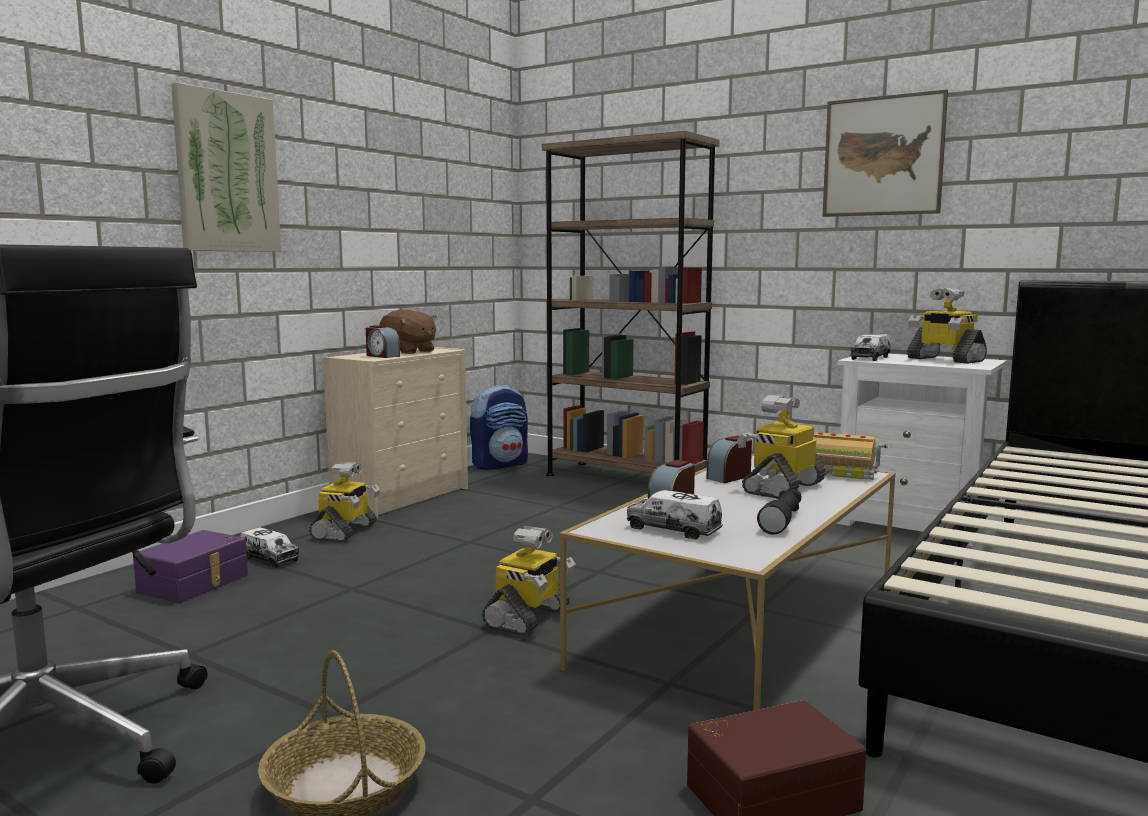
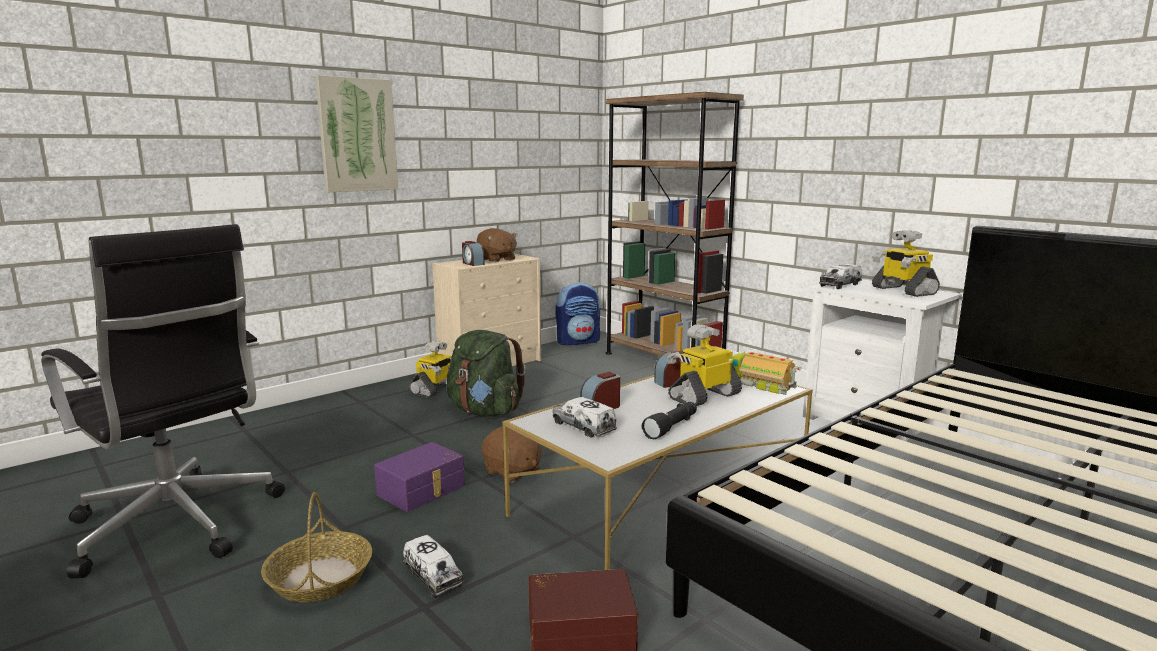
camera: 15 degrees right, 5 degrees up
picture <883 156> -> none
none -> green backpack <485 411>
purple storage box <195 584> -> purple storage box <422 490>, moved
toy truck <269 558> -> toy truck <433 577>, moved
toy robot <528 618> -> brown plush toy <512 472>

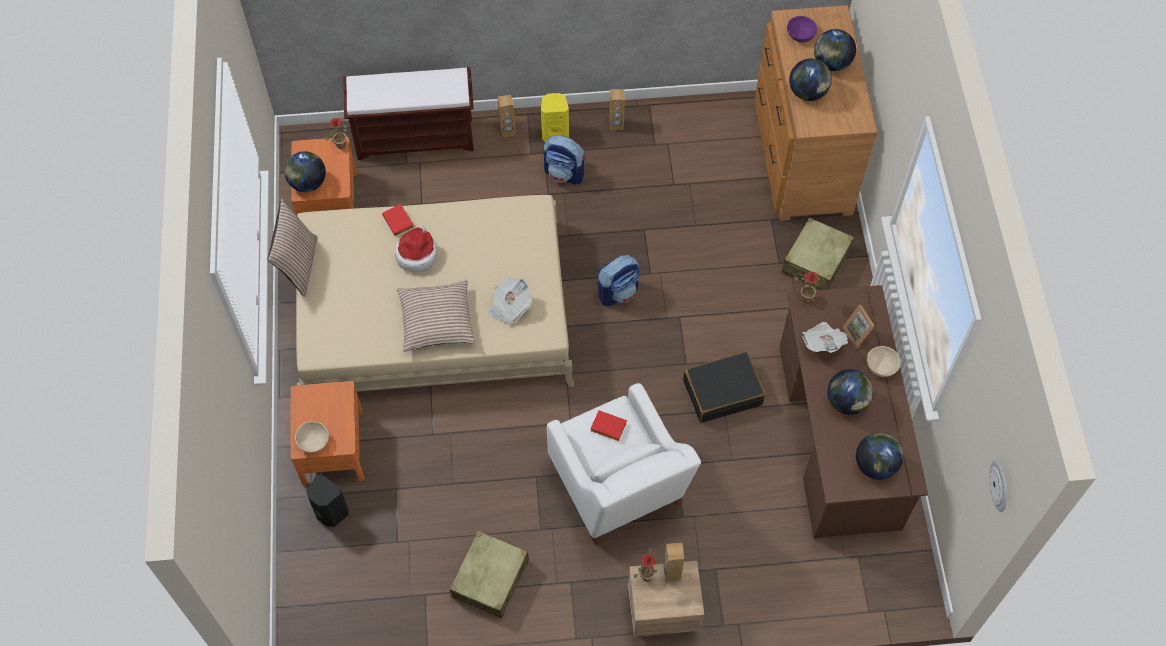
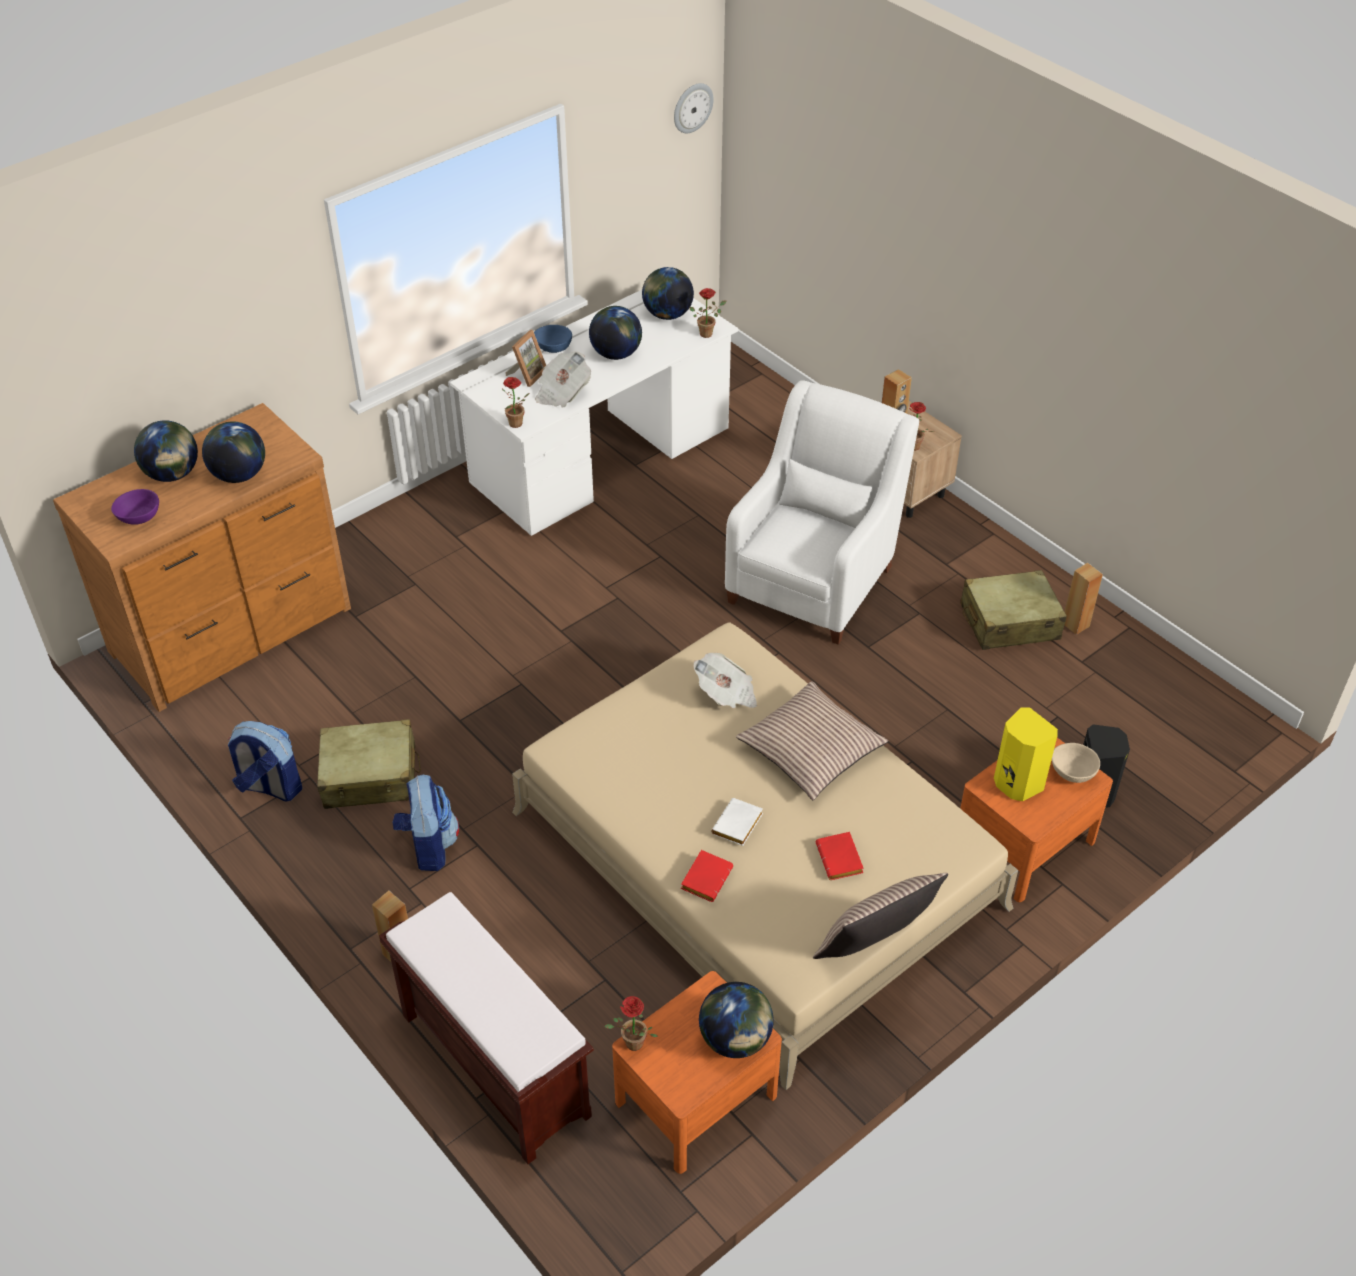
camera: 125 degrees left, 15 degrees down
black suitcase <722 392> -> none
none -> potted plant <708 333>
yellow speaker <555 133> -> yellow speaker <1016 784>, moved
red book <607 427> -> red book <841 860>, moved
backpack <618 292> -> backpack <269 787>, moved
brown speaker <616 125> -> brown speaker <1075 624>, moved
beige suitcase <815 262> -> beige suitcase <370 776>, moved
hat <417 254> -> white book <738 826>
brown desk <838 436> -> white desk <600 456>
beige bowl <880 367> -> blue bowl <554 348>

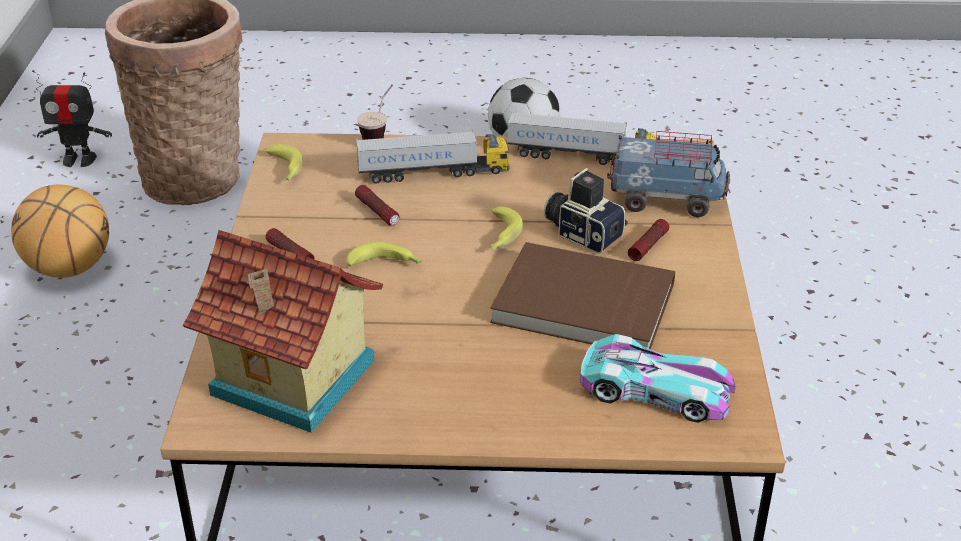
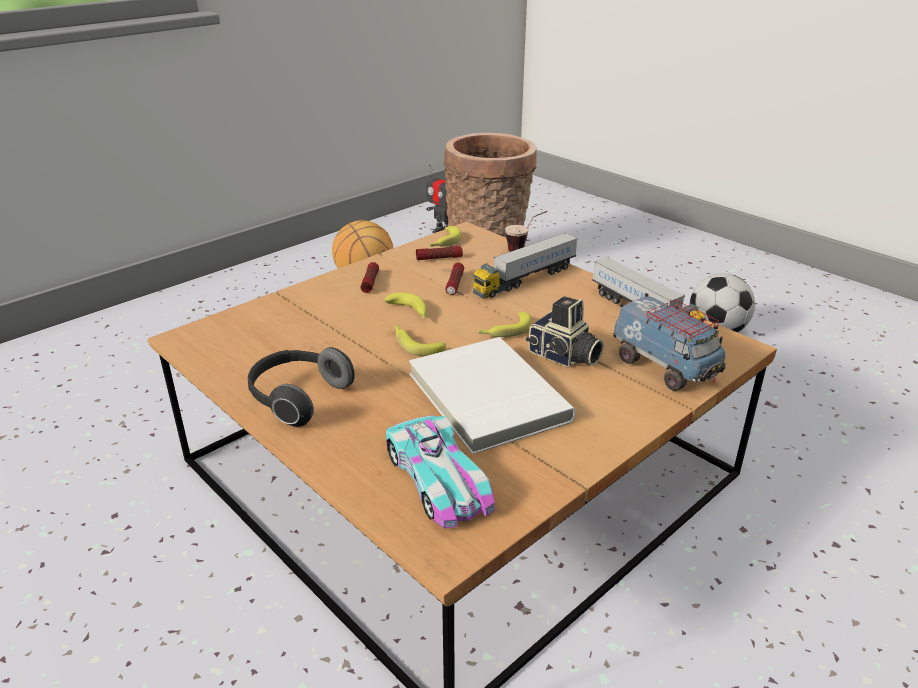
camera: 45 degrees right, 5 degrees down
toy house <291 380> -> none
none -> headphones <297 398>
none -> banana <415 344>
flashlight <648 246> -> flashlight <439 258>, moved
brown book <582 305> -> white book <485 398>
toy truck <433 173> -> toy truck <525 279>, 105 degrees clockwise
photo camera <583 233> -> photo camera <564 357>, 135 degrees clockwise

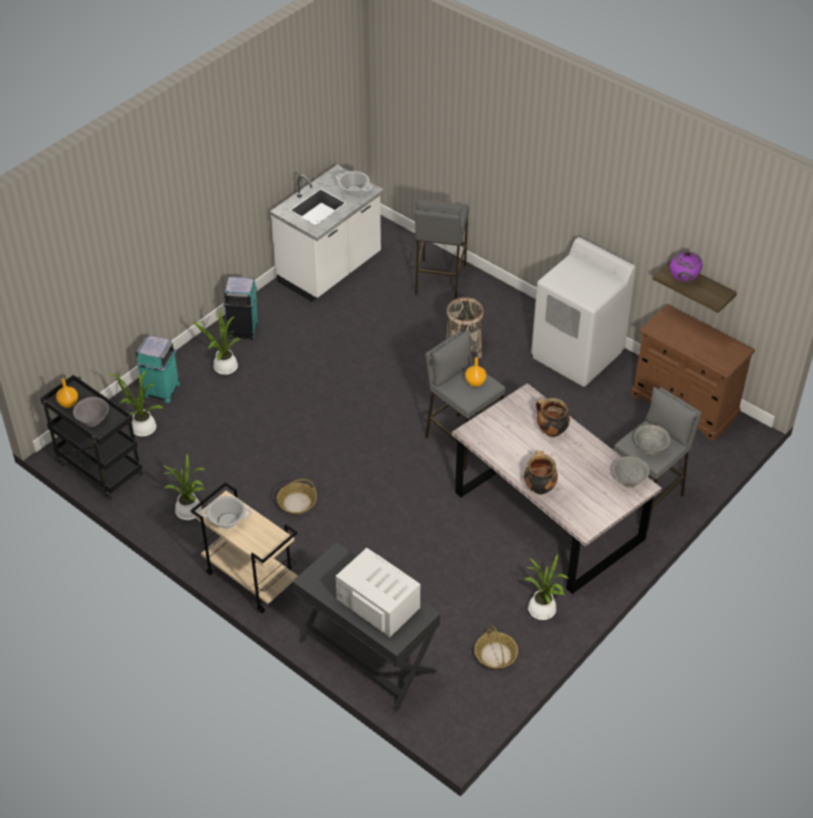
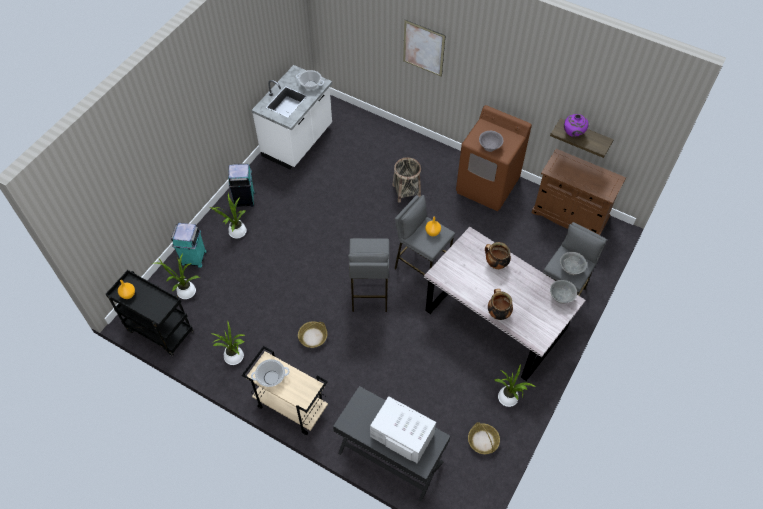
camera: 10 degrees left, 10 degrees up
none -> picture <423 48>
grey bowl <93 420> -> grey bowl <489 147>, moved
grey stool <439 280> -> grey stool <369 292>, moved
white washing machine <577 355> -> brown washing machine <487 186>

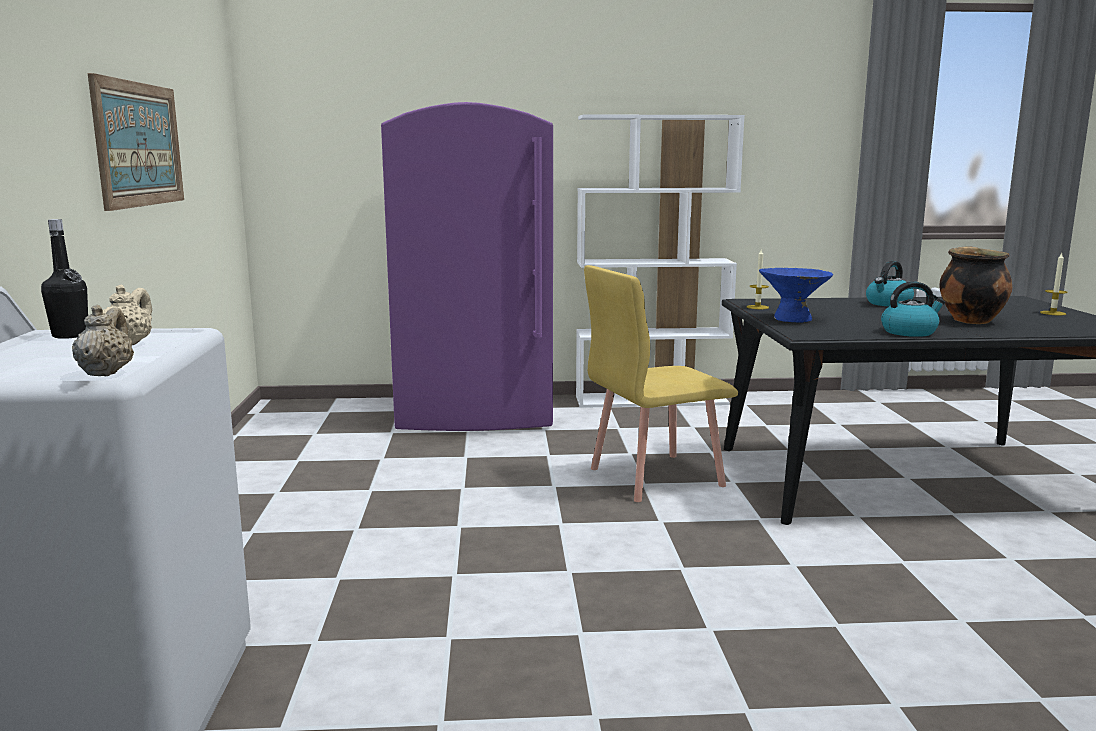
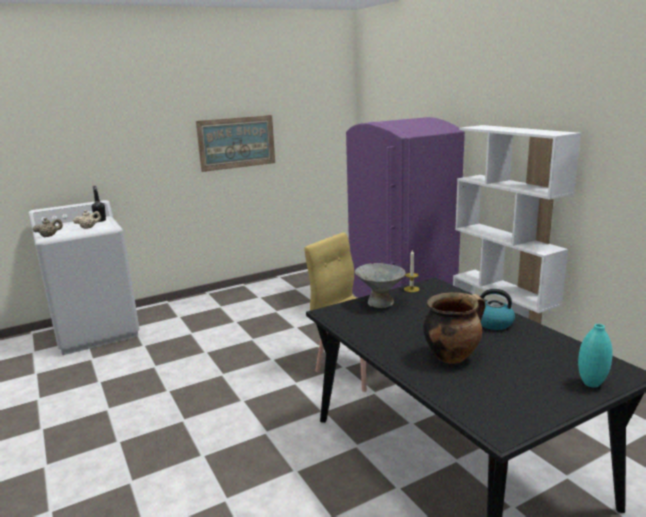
camera: 65 degrees right, 5 degrees up
kettle <909 332> -> none
candle <1053 313> -> none
none -> turquoise vase <591 383>
blue bowl <792 319> -> grey bowl <380 302>

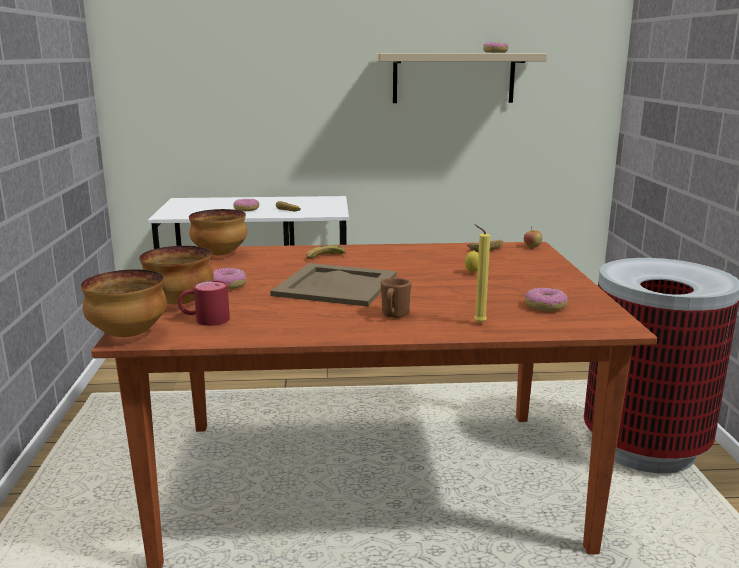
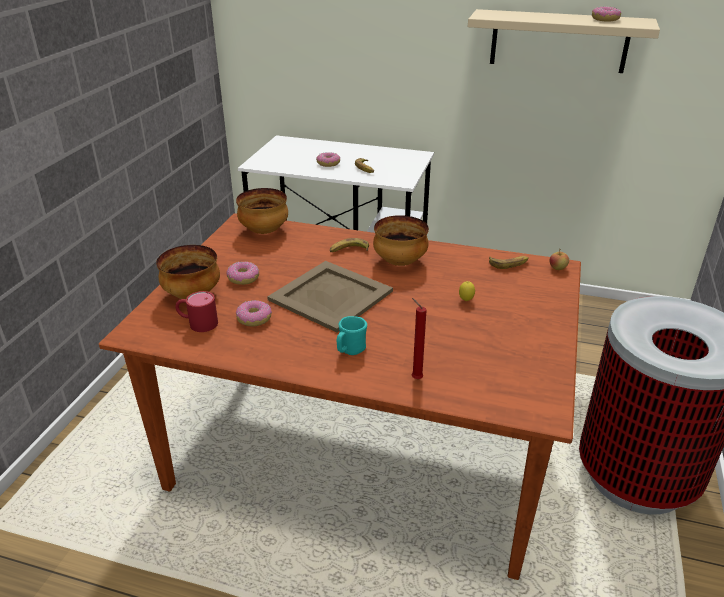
camera: 20 degrees right, 15 degrees up
bowl <128 335> -> bowl <399 262>, moved
donut <545 306> -> donut <254 318>, moved
brown mug <394 315> -> turquoise mug <350 350>
yellow candle <478 323> -> red candle <415 378>

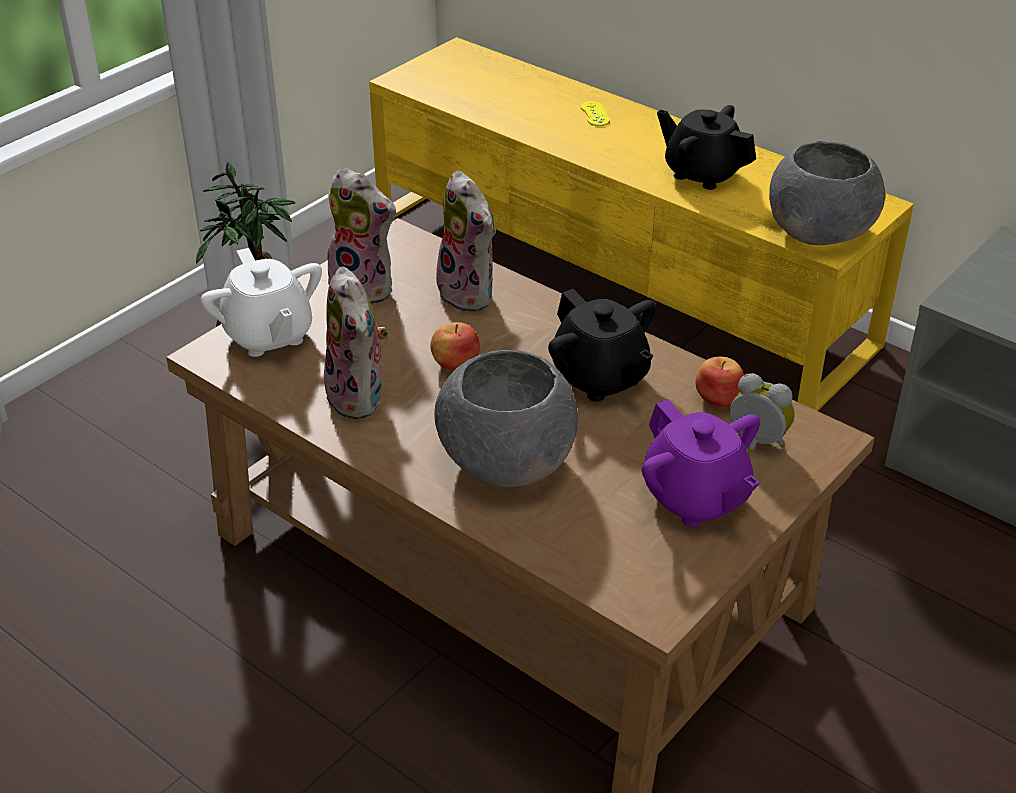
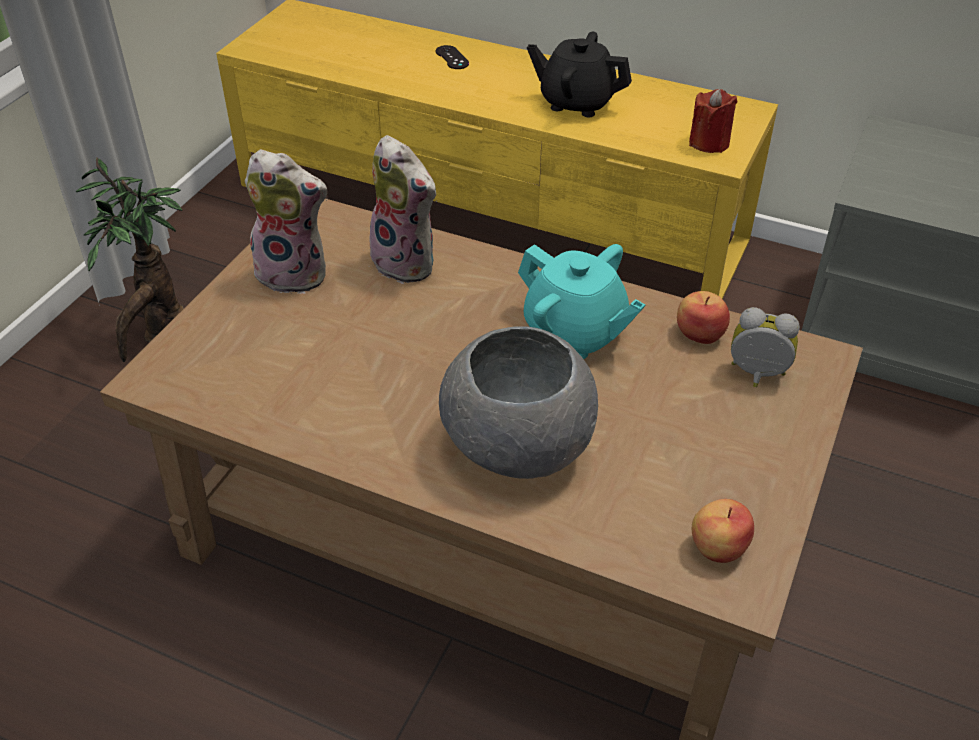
camera: 15 degrees left, 5 degrees up
white teapot <268 335> -> none
plush toy <360 398> -> none
purple teapot <695 498> -> none
apple <455 363> -> apple <718 547>, moved
grey bowl <821 230> -> red candle <709 143>
black teapot <600 378> -> turquoise teapot <575 332>
yellow game controller <595 114> -> black game controller <452 57>

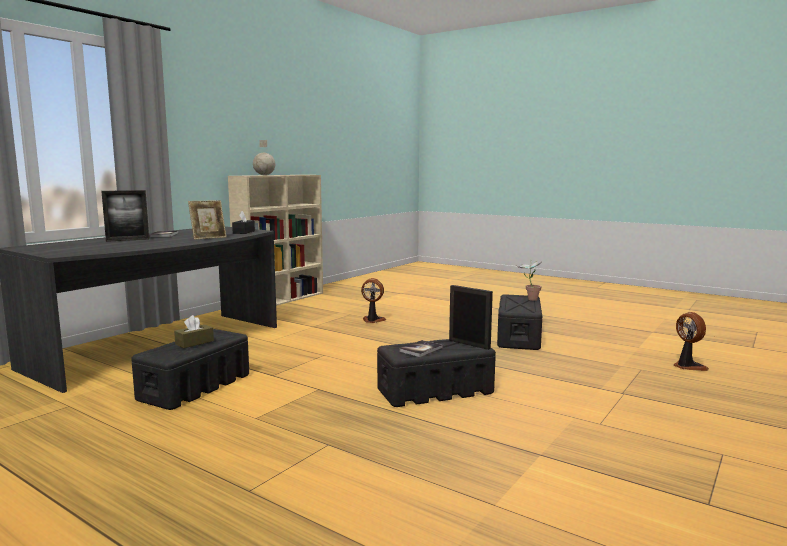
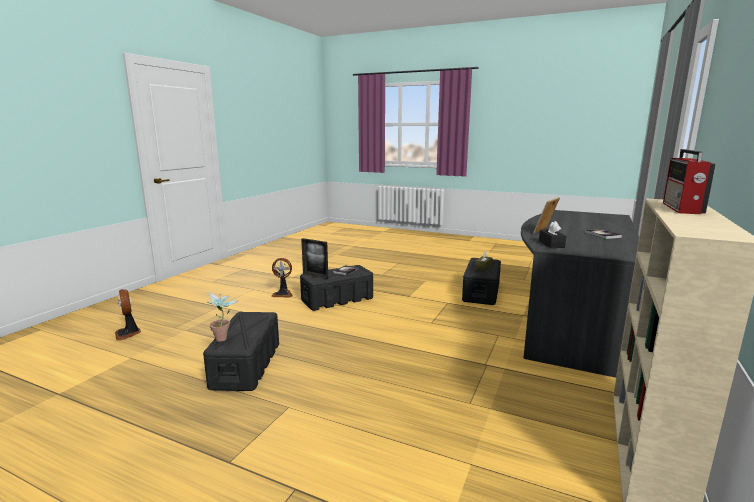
camera: 170 degrees right, 5 degrees up
picture frame <127 240> -> none
fan <372 320> -> fan <283 294>, moved
globe <264 175> -> radio <682 208>

